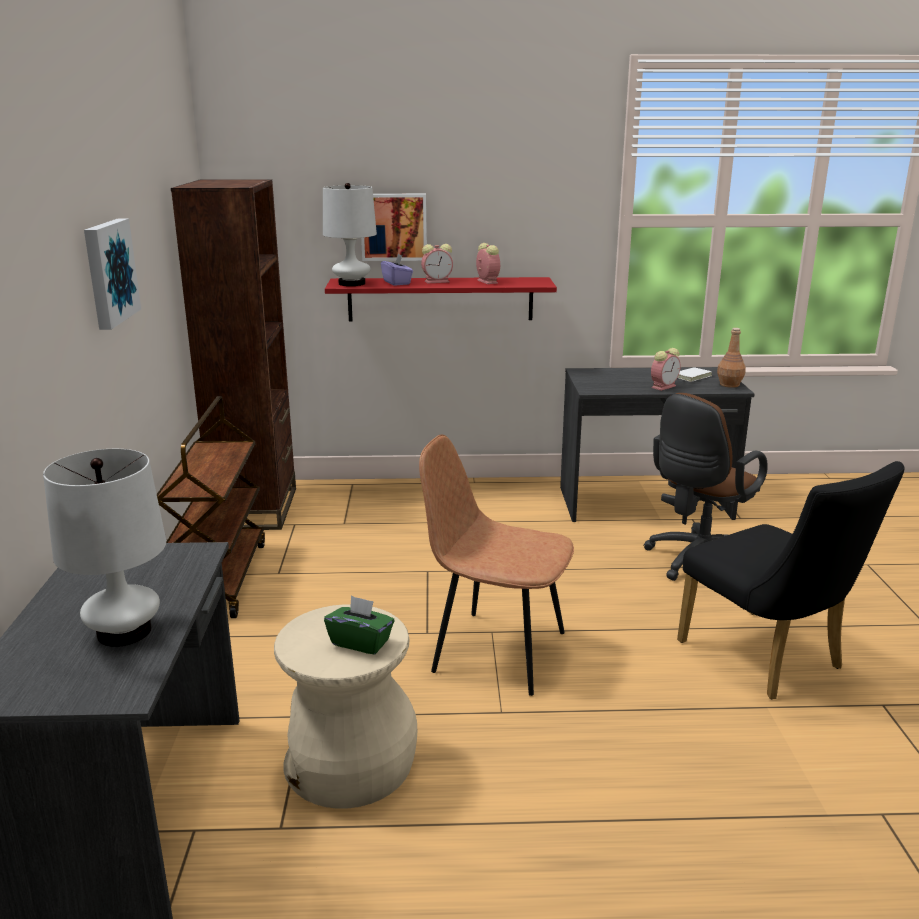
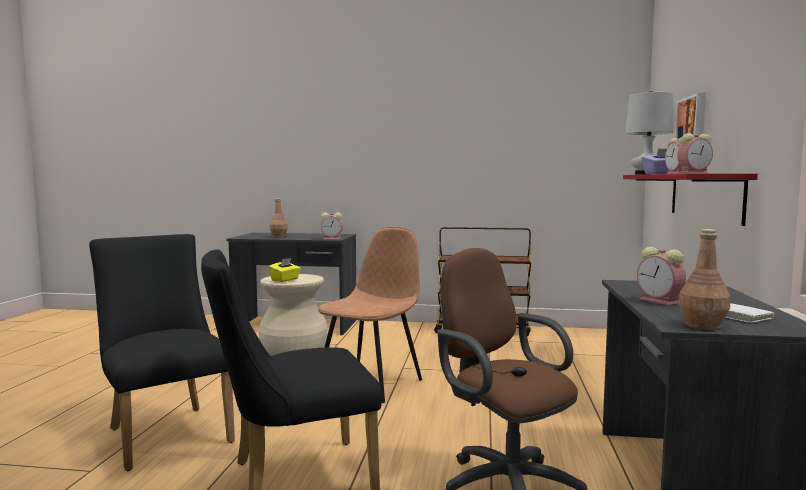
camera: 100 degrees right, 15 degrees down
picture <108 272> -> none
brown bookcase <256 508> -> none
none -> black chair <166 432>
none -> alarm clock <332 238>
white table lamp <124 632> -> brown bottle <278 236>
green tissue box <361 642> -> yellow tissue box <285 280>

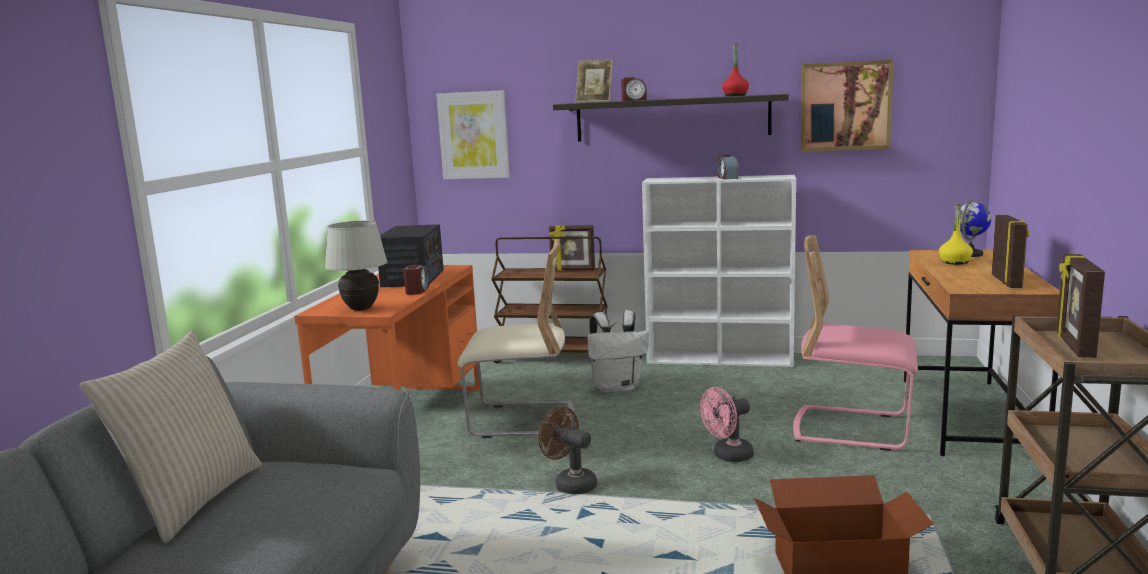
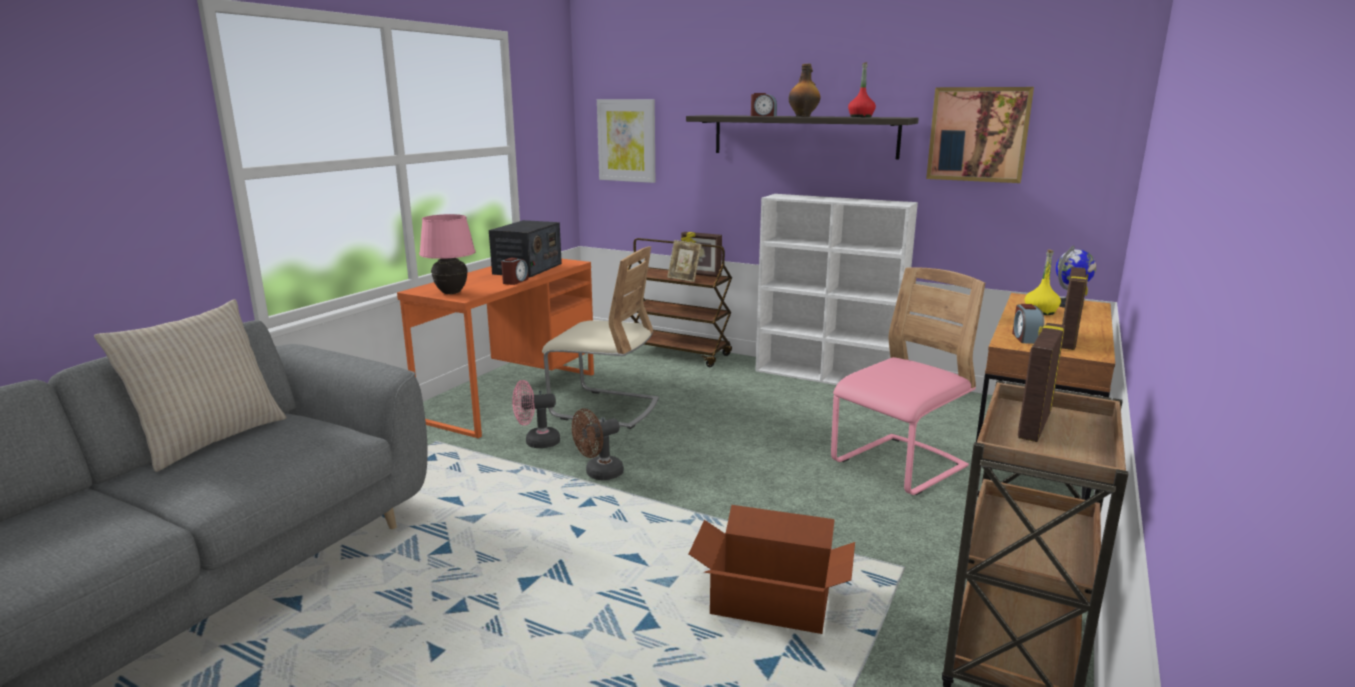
camera: 15 degrees right, 5 degrees up
white backpack <617 388> -> none
none -> bottle <803 116>
picture frame <594 102> -> picture frame <684 279>, moved
pink fan <728 456> -> pink fan <536 442>, moved
alarm clock <727 178> -> alarm clock <1025 338>, moved
white table lamp <361 309> -> pink table lamp <451 293>
brown fan <570 484> -> brown fan <599 474>, 90 degrees counterclockwise
pink chair <852 429> -> pink chair <899 466>, 105 degrees clockwise

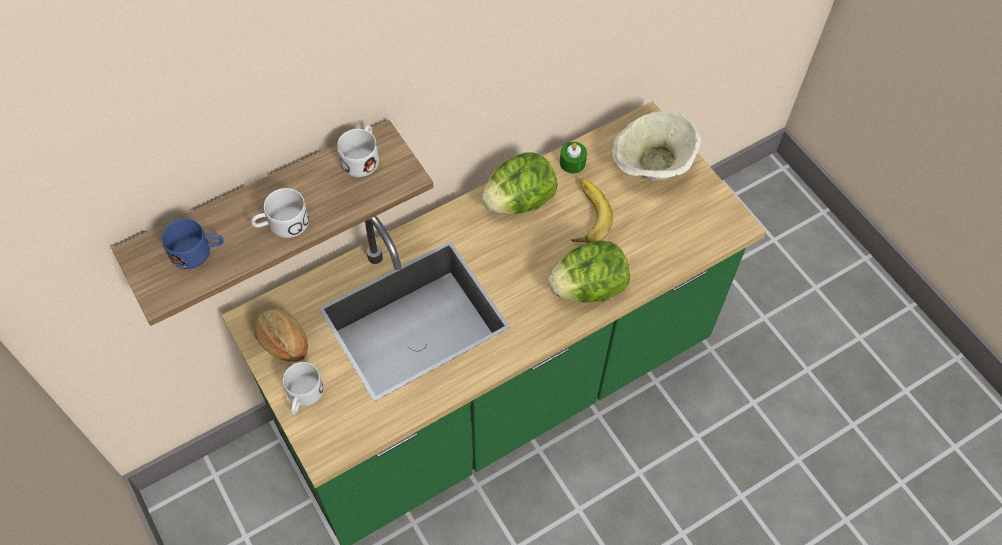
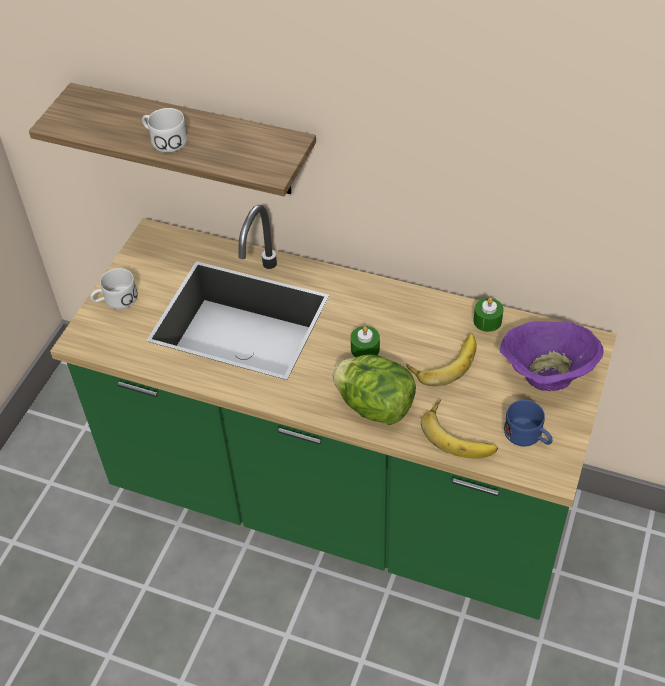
camera: 55 degrees right, 10 degrees down
bread <282 341> -> none
white mug <362 157> -> none
lettuce <519 201> -> none
none -> green candle <365 349>
none -> banana <459 434>
blue mug <198 252> -> blue mug <528 436>, moved
beige bowl <651 166> -> purple bowl <545 374>

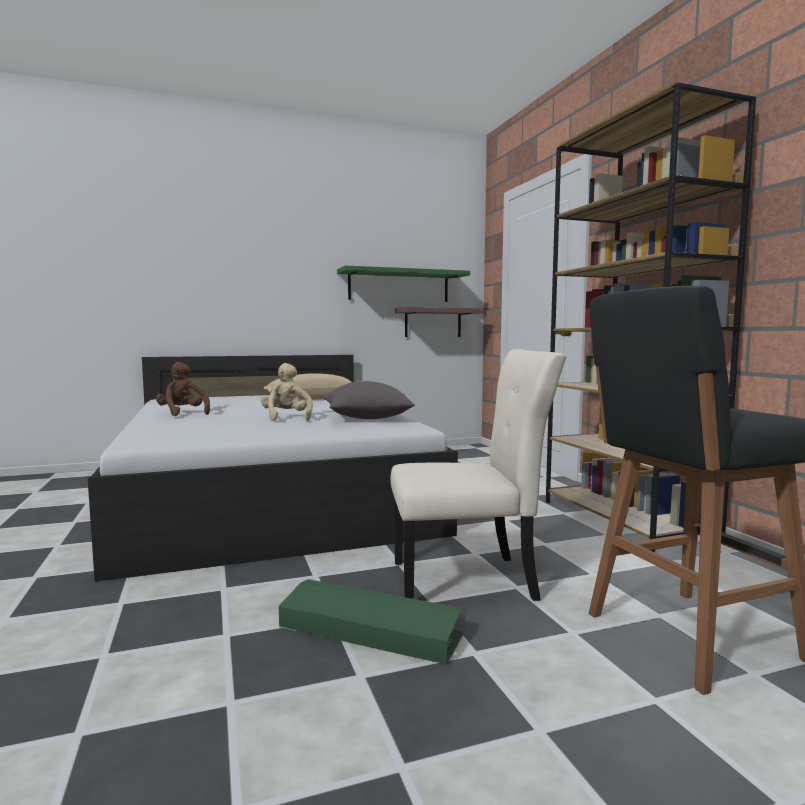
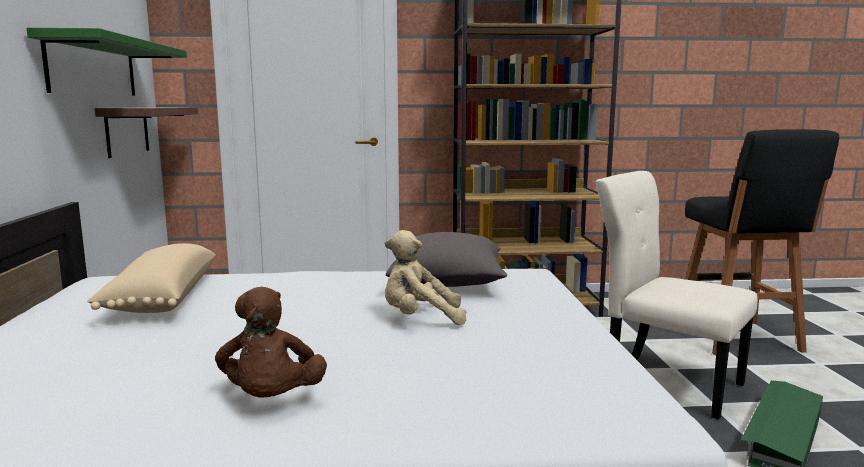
camera: 75 degrees left, 5 degrees up
brown plush toy <183 413> -> brown plush toy <271 400>, 75 degrees counterclockwise
beige chair <469 580> -> beige chair <665 382>, 60 degrees counterclockwise

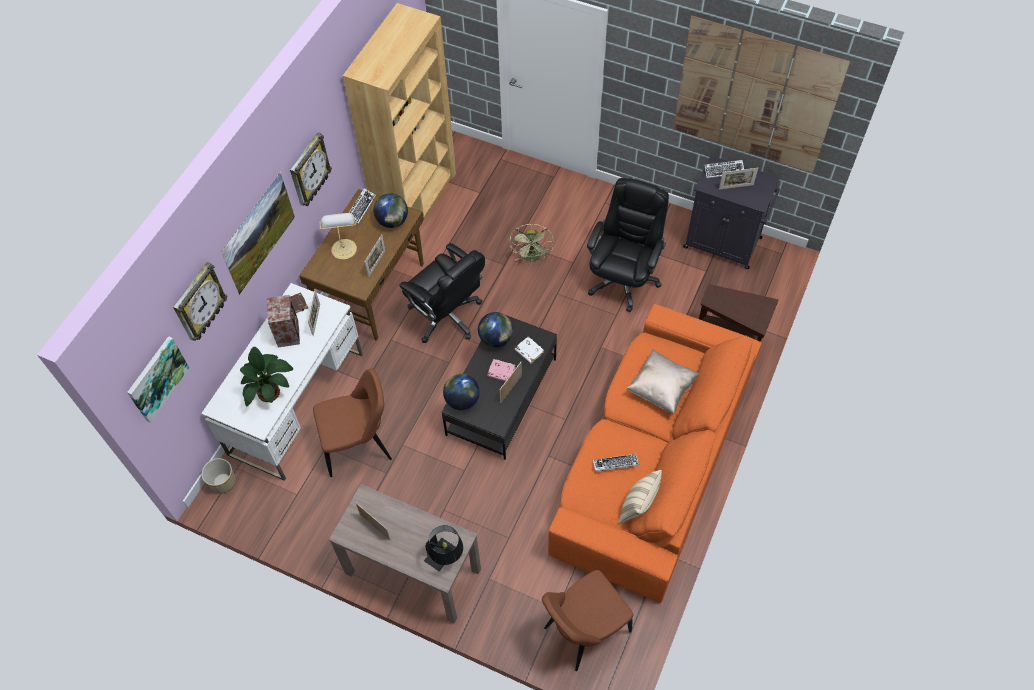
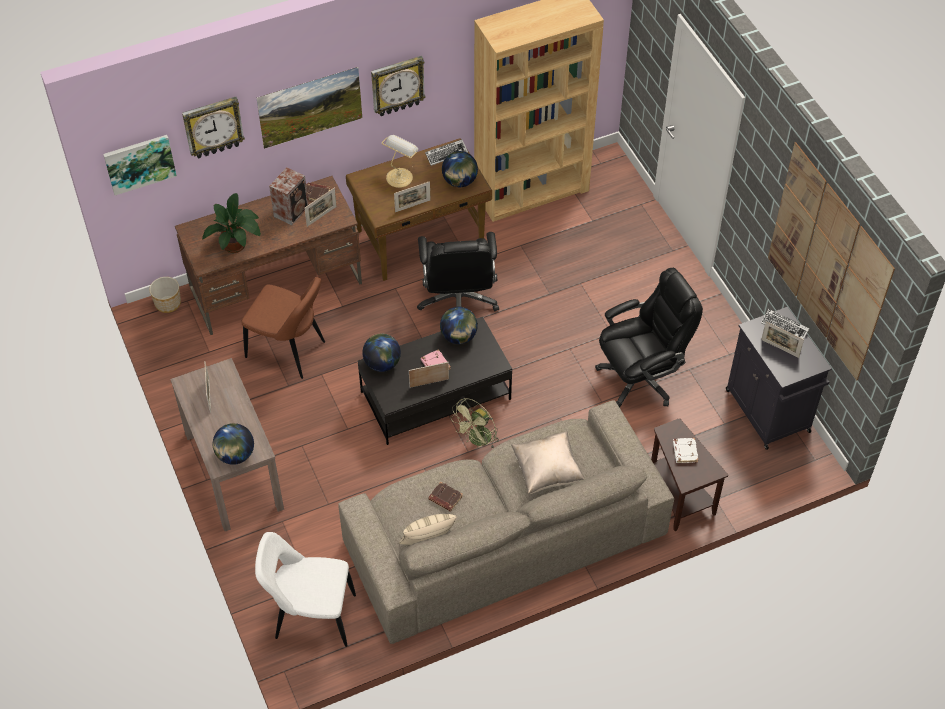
camera: 40 degrees right, 5 degrees down
green fan <532 257> -> green fan <477 441>, moved
white book <528 351> -> white book <684 451>, moved
black table lamp <446 557> -> globe <235 455>
keyboard <615 464> -> brown book <445 498>
white desk <297 403> -> brown desk <276 285>
brown chair <583 632> -> white chair <311 616>
orange sofa <651 460> -> beige sofa <503 536>

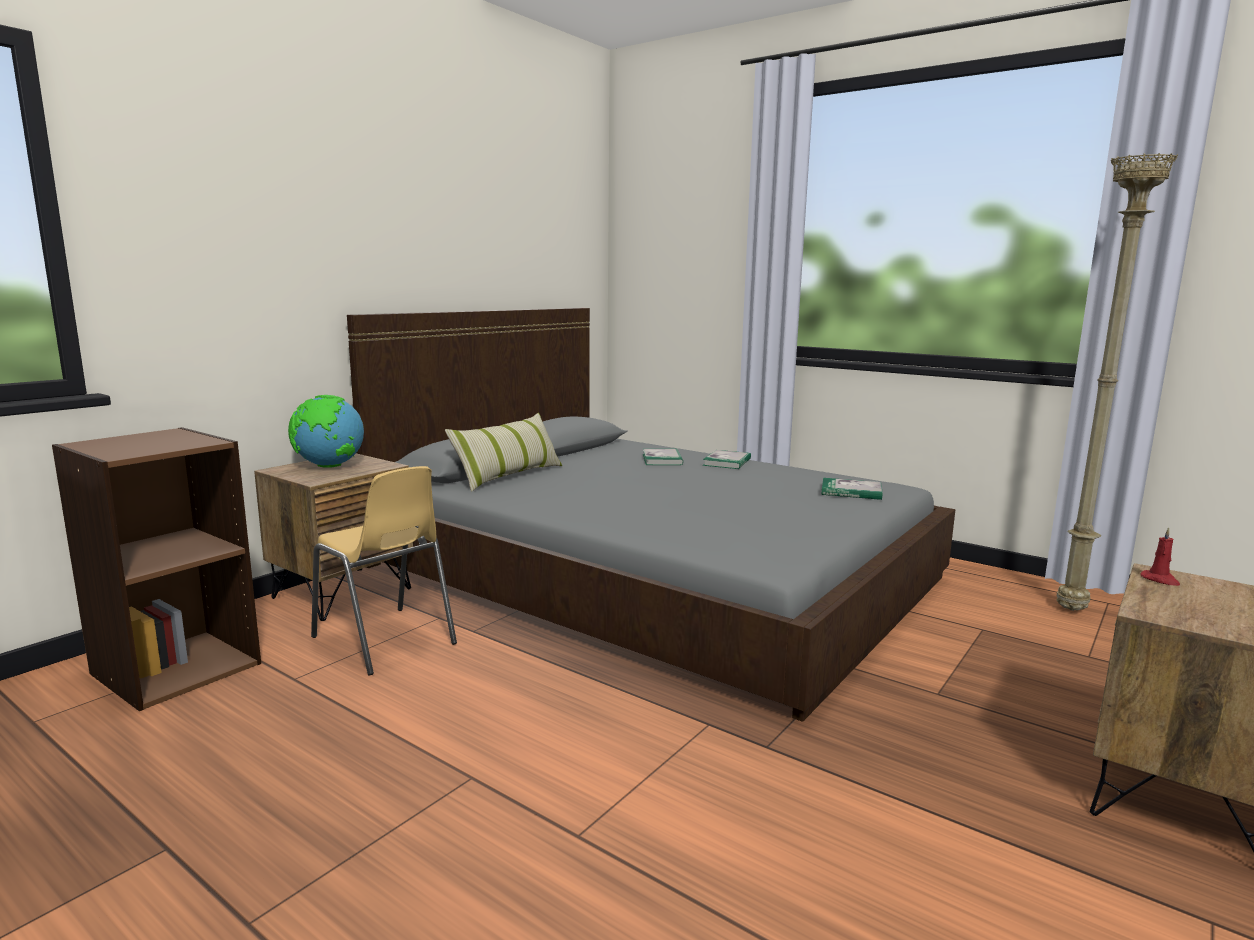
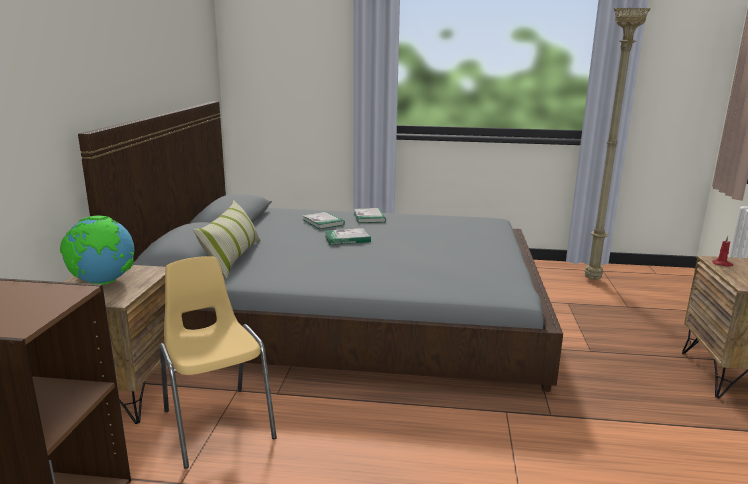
camera: 30 degrees left, 5 degrees up
book <851 492> -> book <347 238>, moved
yellow chair <385 641> -> yellow chair <217 424>, 135 degrees counterclockwise

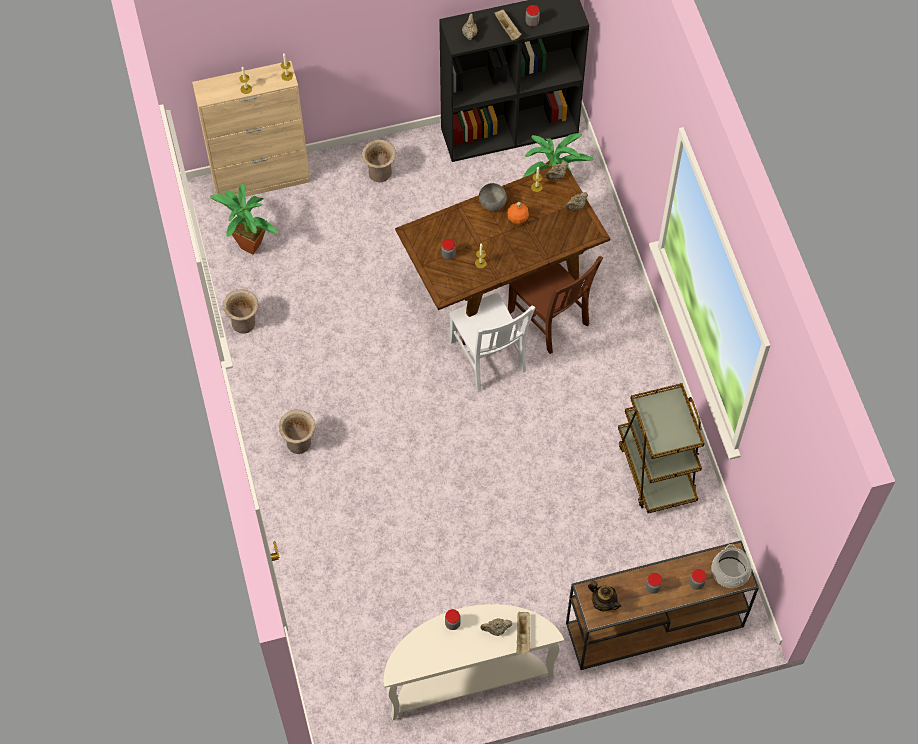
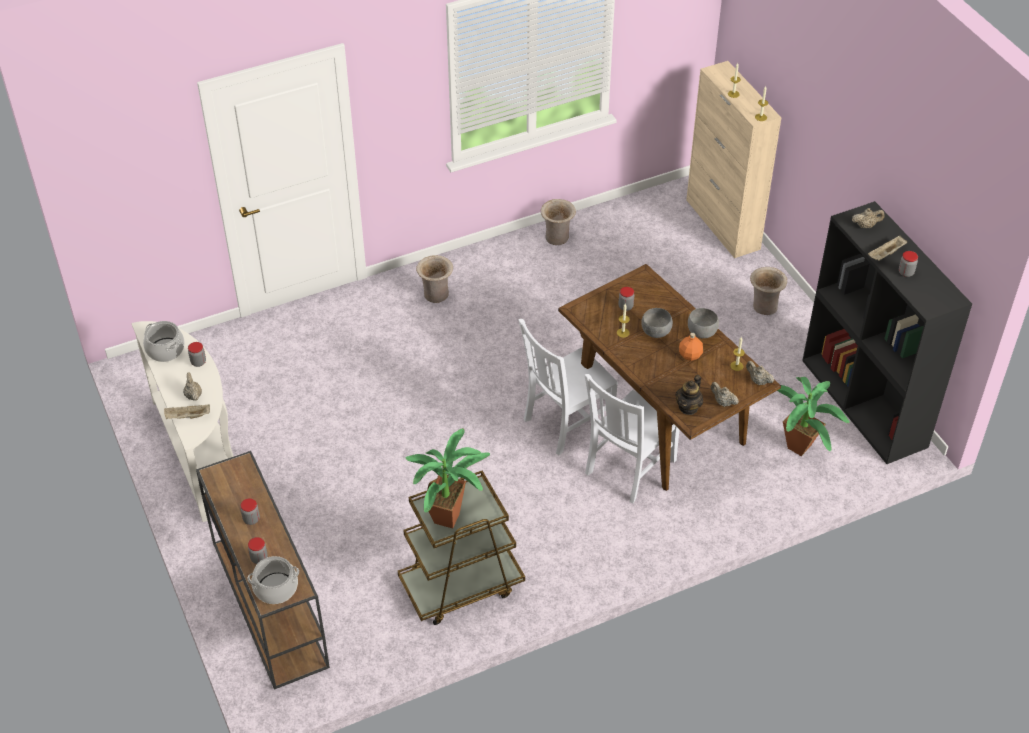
camera: 80 degrees right, 15 degrees down
none -> cooking pot <165 350>
none -> grey bowl <656 333>
potted plant <248 242> -> potted plant <451 515>, moved
teapot <603 602> -> teapot <688 407>, moved
brown chair <550 320> -> white chair <628 468>

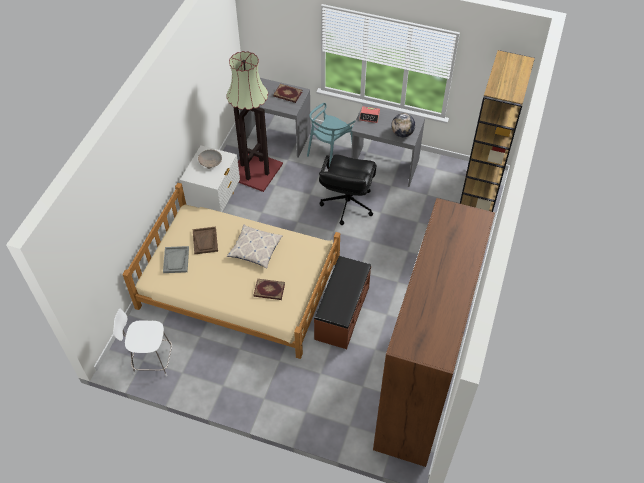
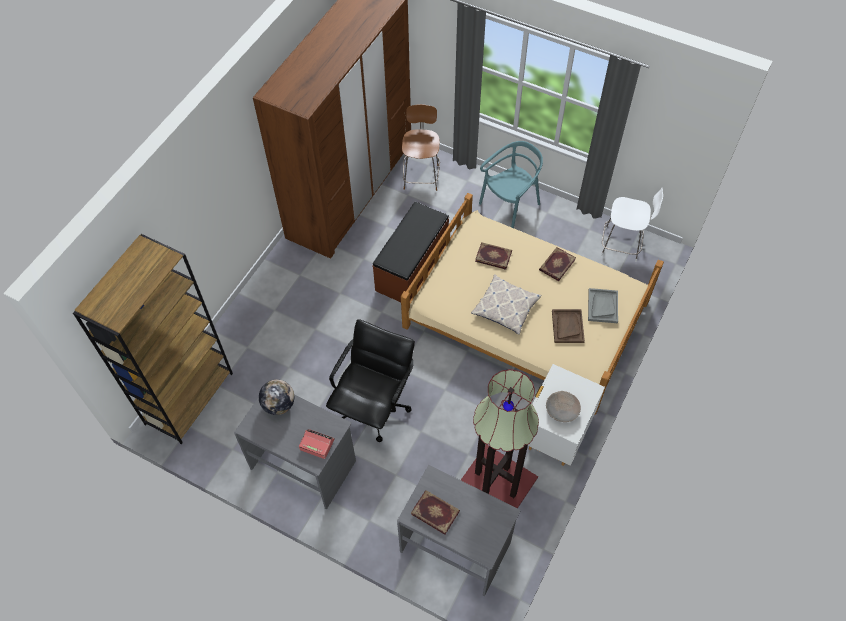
camera: 170 degrees left, 5 degrees up
none -> brown chair <421 176>
none -> book <556 264>
turquoise chair <330 152> -> turquoise chair <510 206>, moved

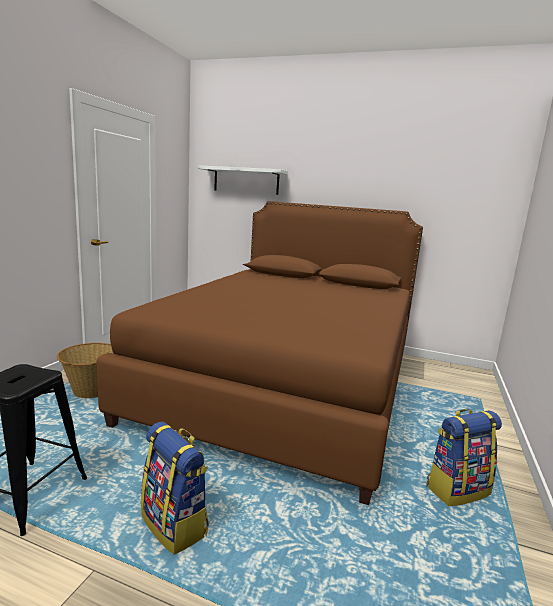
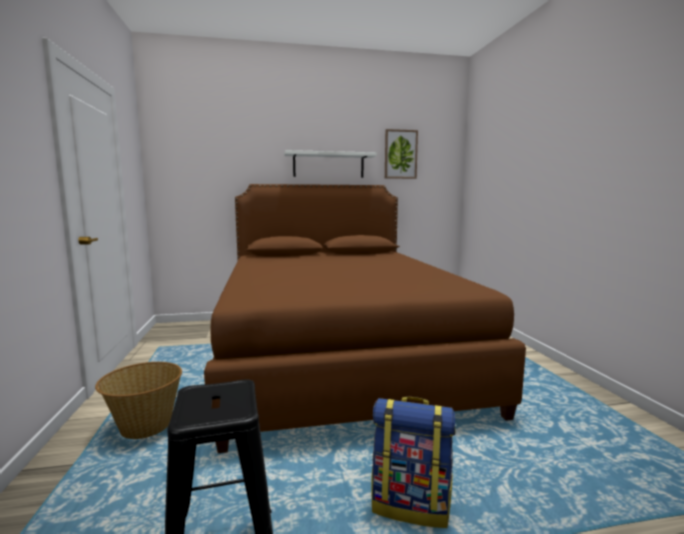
camera: 30 degrees left, 5 degrees down
backpack <457 489> -> none
none -> picture <400 154>
white shelf <246 180> -> white shelf <328 165>, moved

